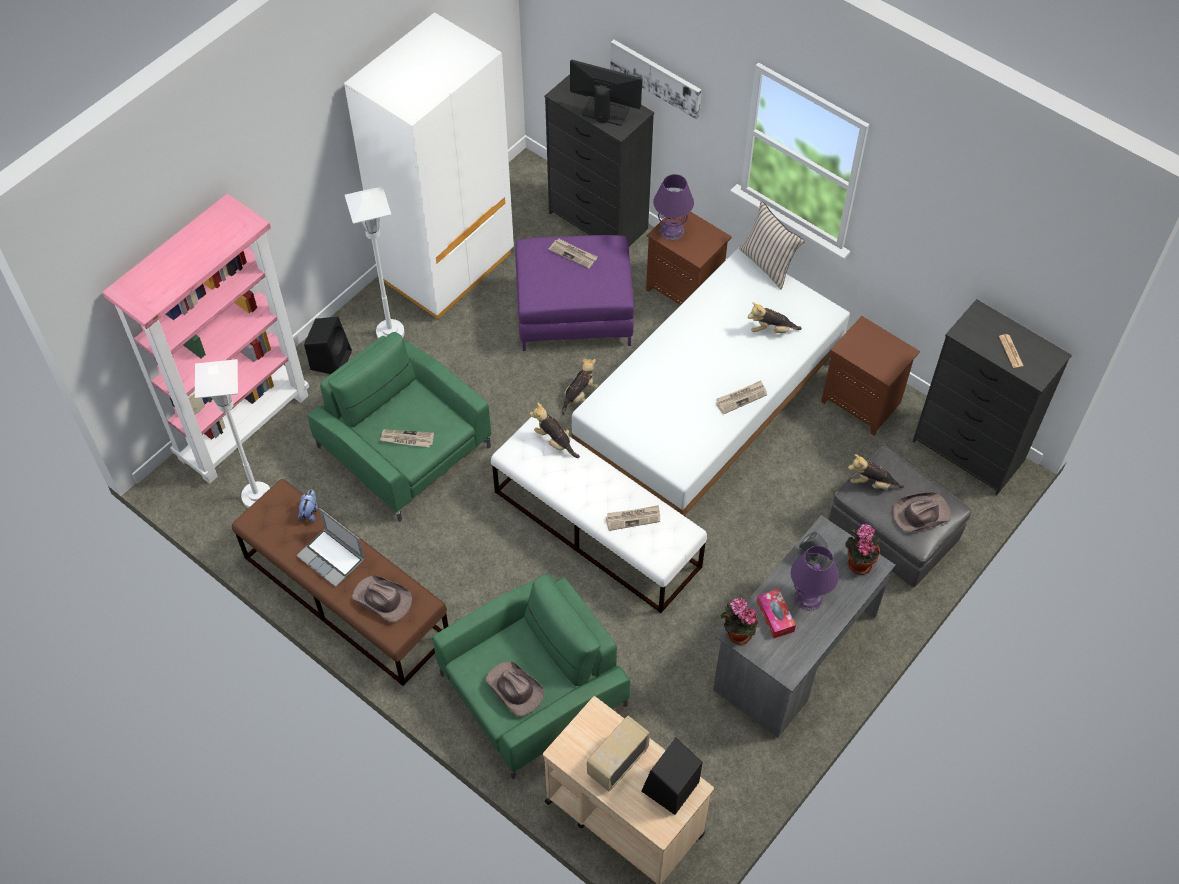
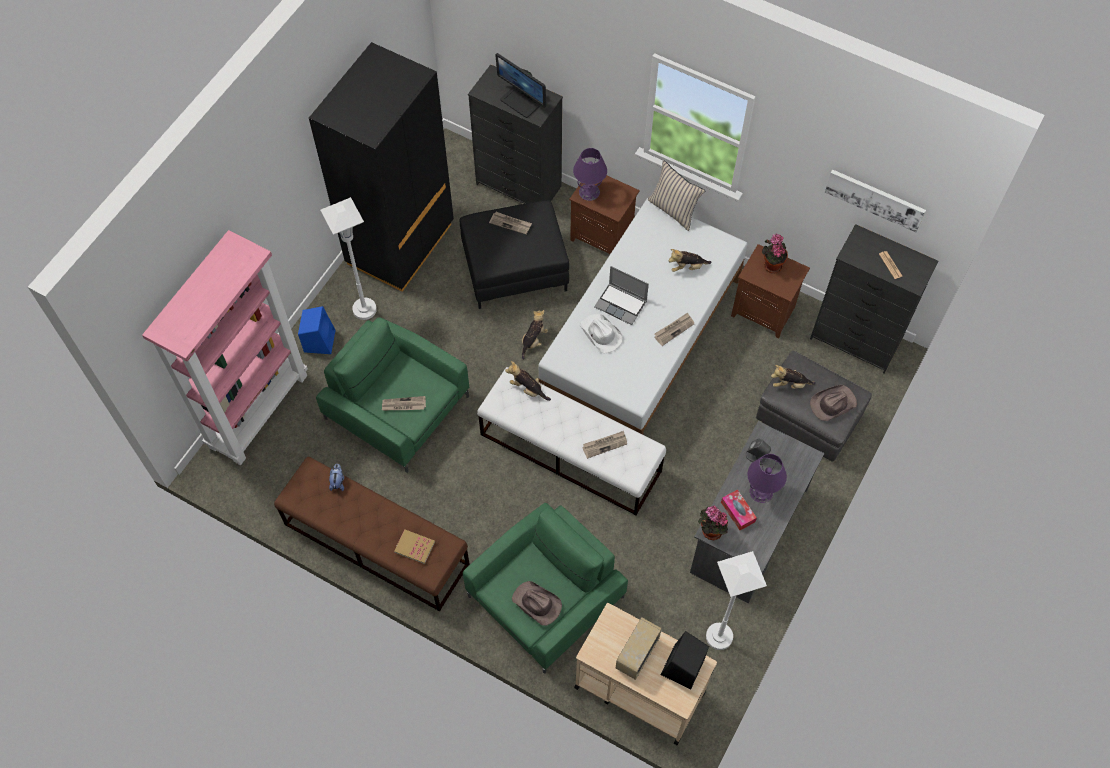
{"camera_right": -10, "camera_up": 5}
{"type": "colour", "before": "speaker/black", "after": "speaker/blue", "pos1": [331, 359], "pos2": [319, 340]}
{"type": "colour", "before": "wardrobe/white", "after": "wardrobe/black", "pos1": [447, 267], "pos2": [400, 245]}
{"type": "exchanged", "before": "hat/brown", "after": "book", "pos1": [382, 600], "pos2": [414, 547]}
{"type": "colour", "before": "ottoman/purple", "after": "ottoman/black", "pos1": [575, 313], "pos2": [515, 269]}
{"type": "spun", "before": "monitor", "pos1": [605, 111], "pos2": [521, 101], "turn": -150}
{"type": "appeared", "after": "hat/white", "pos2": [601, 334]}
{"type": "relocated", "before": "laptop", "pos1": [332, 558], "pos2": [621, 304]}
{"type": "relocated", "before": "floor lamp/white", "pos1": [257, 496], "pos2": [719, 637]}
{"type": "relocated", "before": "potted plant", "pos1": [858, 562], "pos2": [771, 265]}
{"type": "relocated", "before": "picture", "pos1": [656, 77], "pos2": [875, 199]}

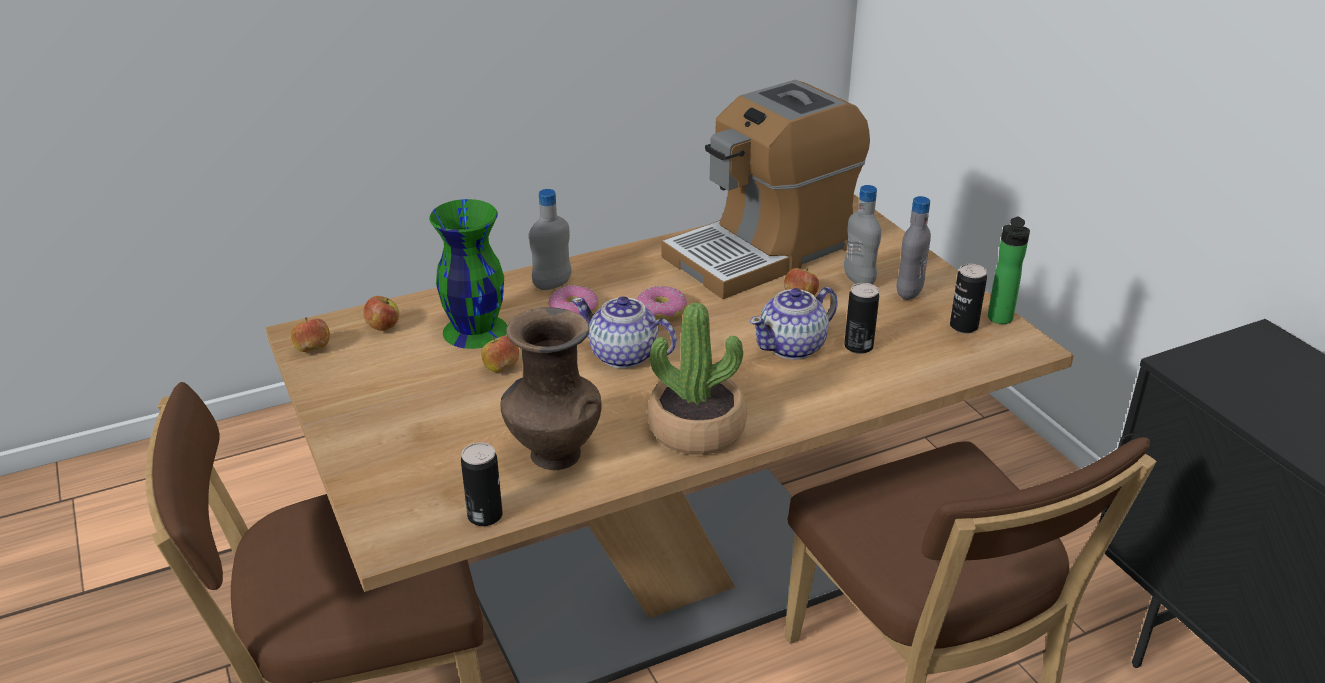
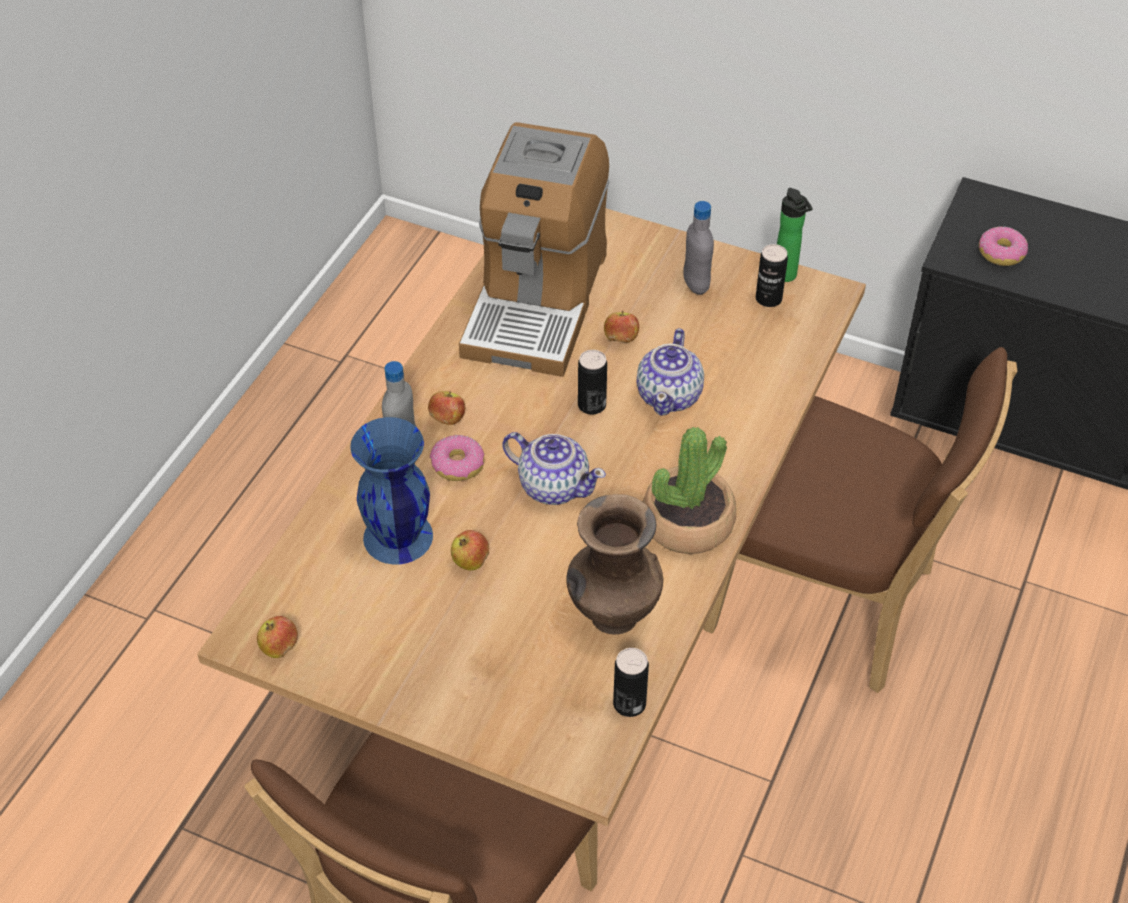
{"camera_right": -40, "camera_up": 15}
{"type": "colour", "before": "vase/green", "after": "vase/blue", "pos1": [474, 330], "pos2": [396, 537]}
{"type": "relocated", "before": "apple", "pos1": [383, 327], "pos2": [447, 419]}
{"type": "spun", "before": "teapot", "pos1": [624, 356], "pos2": [553, 486], "turn": -135}
{"type": "relocated", "before": "can", "pos1": [858, 346], "pos2": [591, 405]}
{"type": "relocated", "before": "donut", "pos1": [661, 312], "pos2": [1001, 253]}
{"type": "missing", "before": "bottle/grey", "pos1": [859, 280]}

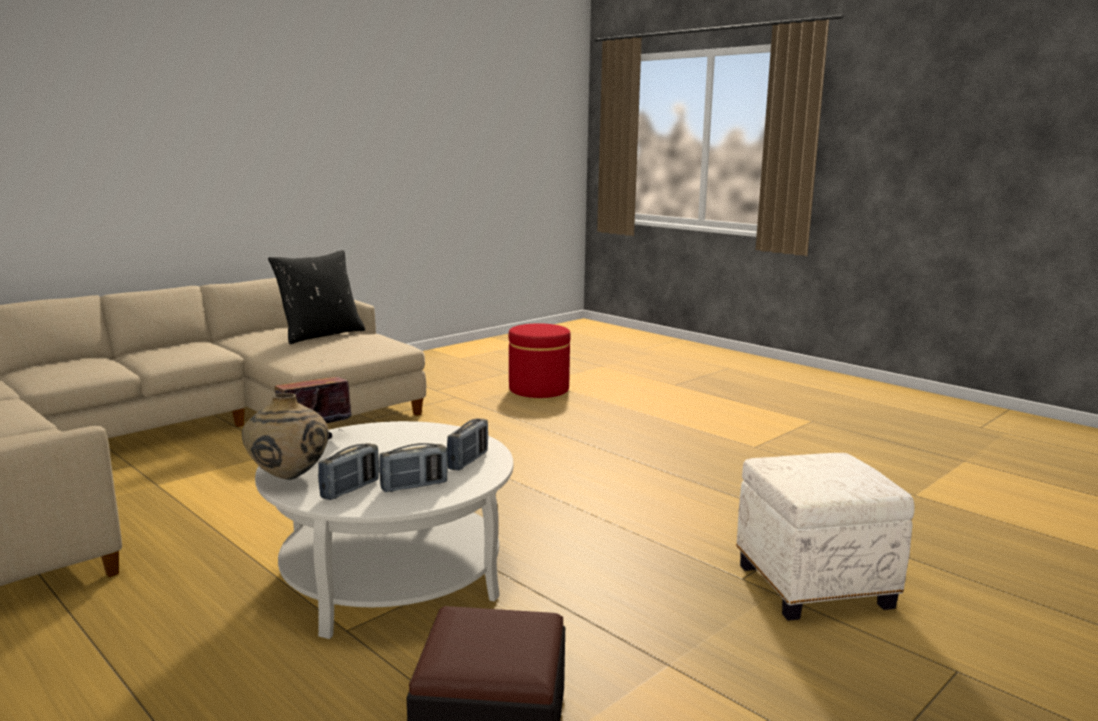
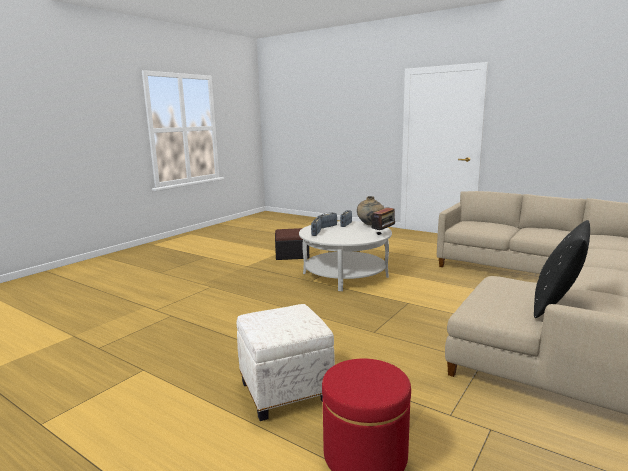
{"camera_right": 170, "camera_up": 0}
{"type": "relocated", "before": "ottoman/white", "pos1": [812, 587], "pos2": [286, 391]}

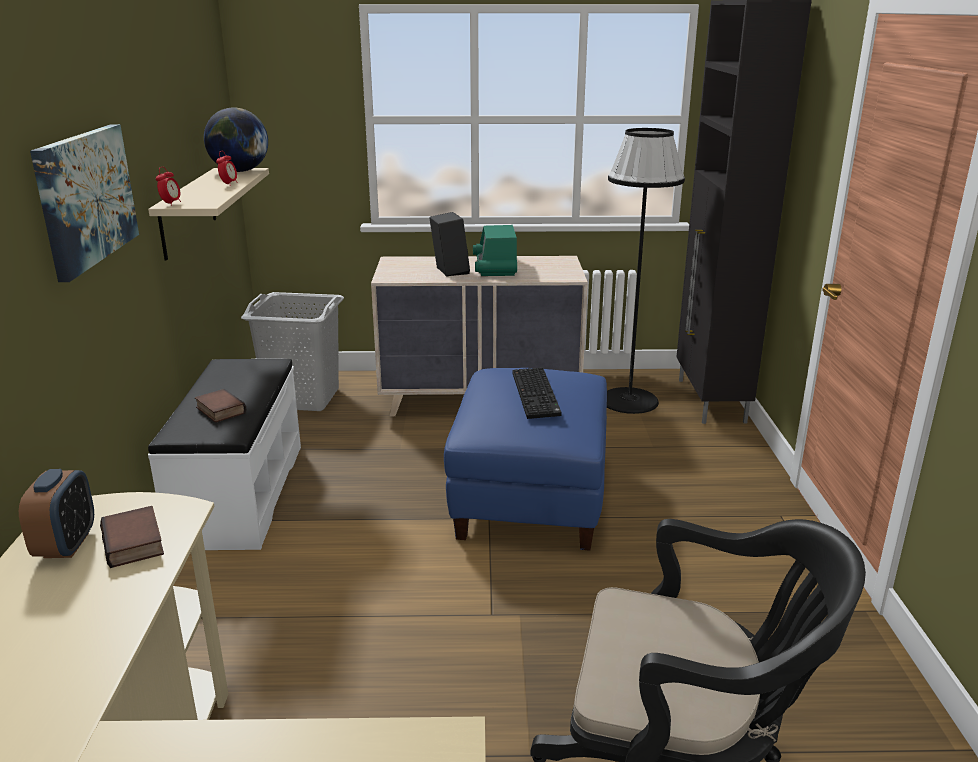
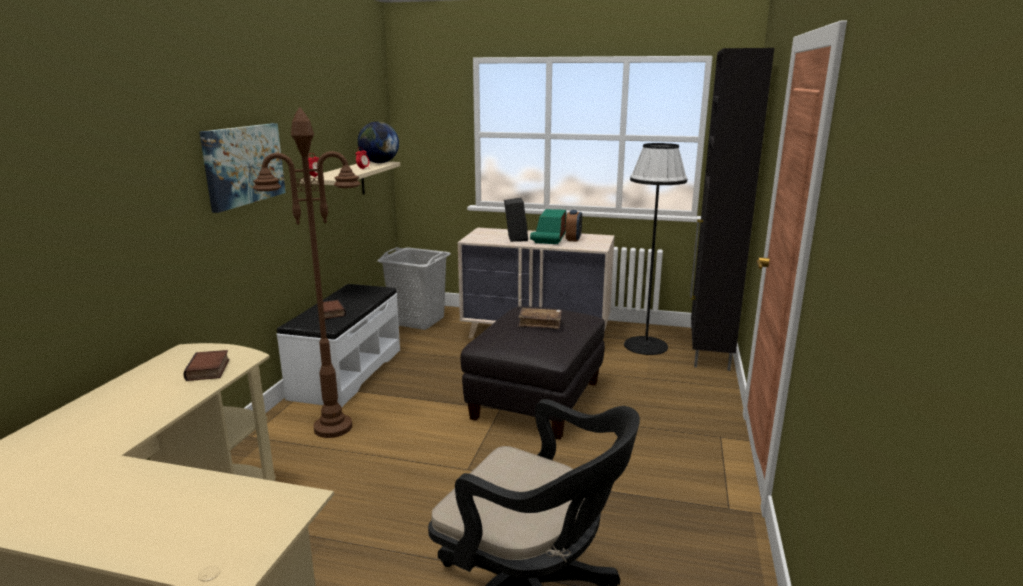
{"camera_right": 15, "camera_up": -5}
{"type": "appeared", "after": "floor lamp/brown", "pos2": [332, 428]}
{"type": "colour", "before": "ottoman/blue", "after": "ottoman/black", "pos1": [530, 497], "pos2": [536, 400]}
{"type": "exchanged", "before": "keyboard", "after": "book/brown", "pos1": [537, 394], "pos2": [540, 323]}
{"type": "relocated", "before": "alarm clock", "pos1": [66, 545], "pos2": [573, 239]}

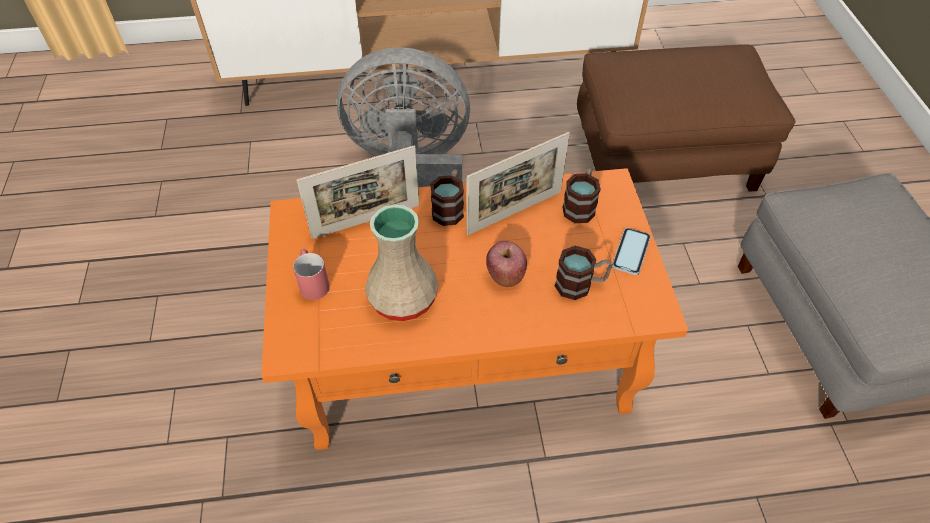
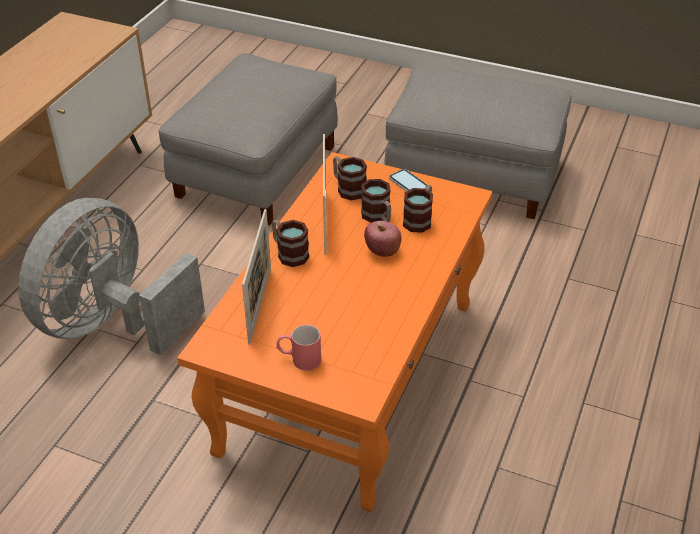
{"camera_right": -60, "camera_up": -10}
{"type": "colour", "before": "ottoman/brown", "after": "ottoman/grey", "pos1": [665, 155], "pos2": [255, 170]}
{"type": "appeared", "after": "mug", "pos2": [378, 217]}
{"type": "missing", "before": "vase/beige", "pos1": [401, 299]}

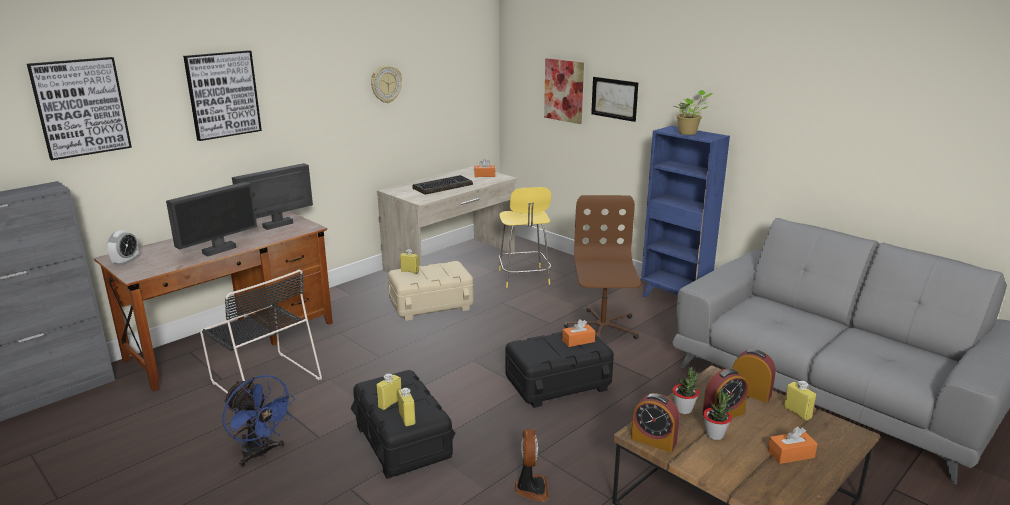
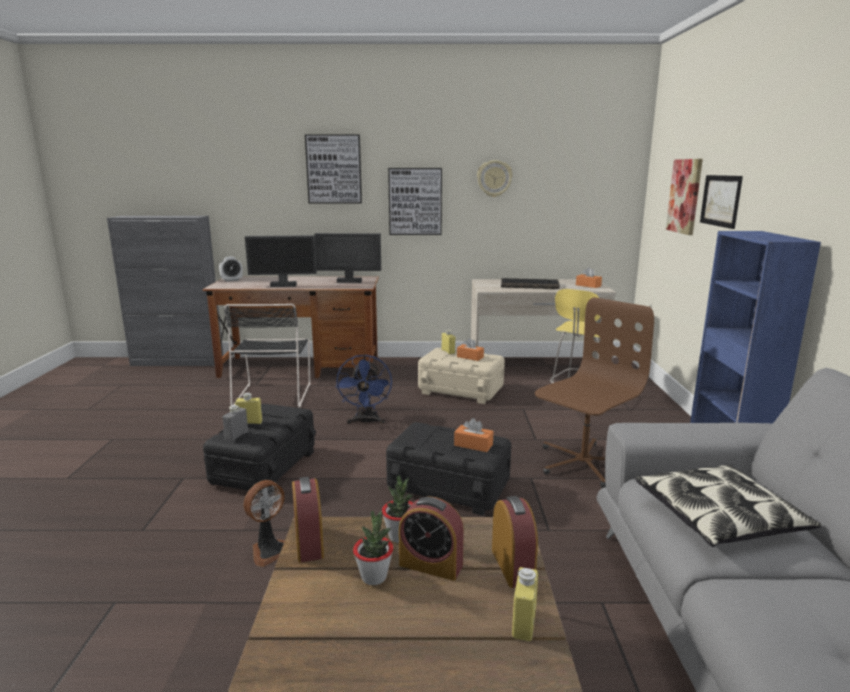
{"camera_right": 45, "camera_up": -5}
{"type": "colour", "before": "bottle/yellow", "after": "bottle/grey", "pos1": [407, 418], "pos2": [236, 436]}
{"type": "relocated", "before": "fan/blue", "pos1": [260, 454], "pos2": [366, 422]}
{"type": "relocated", "before": "picture", "pos1": [81, 107], "pos2": [415, 201]}
{"type": "relocated", "before": "tissue box/orange", "pos1": [790, 454], "pos2": [470, 357]}
{"type": "appeared", "after": "pillow", "pos2": [718, 517]}
{"type": "missing", "before": "potted plant", "pos1": [689, 133]}

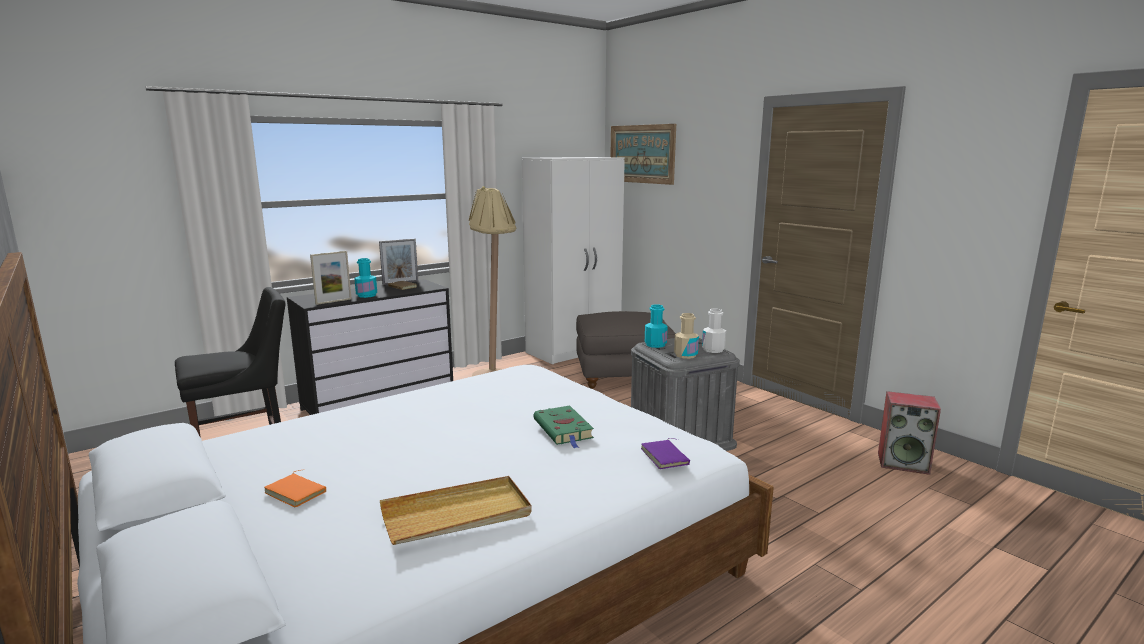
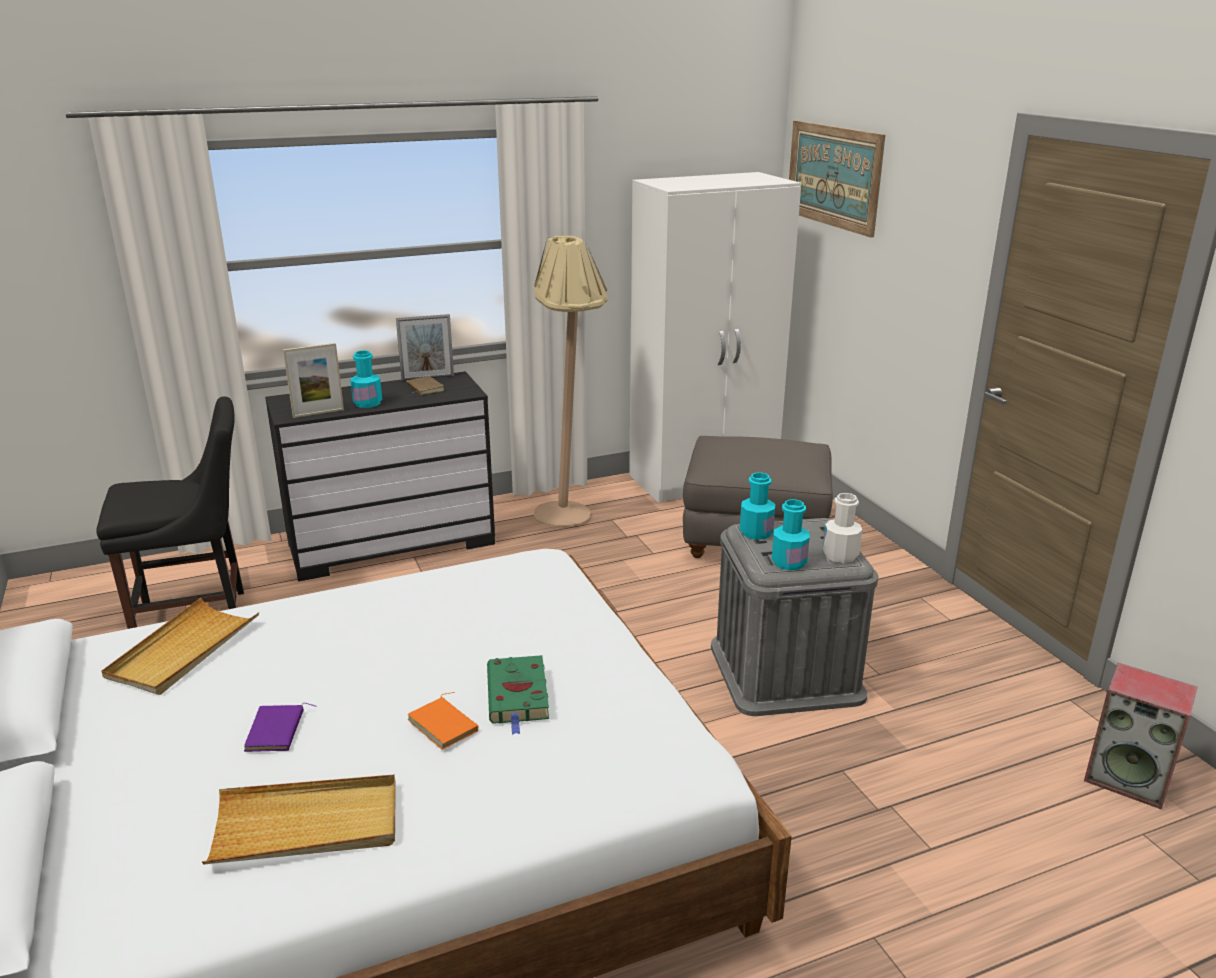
{"camera_right": 15, "camera_up": 10}
{"type": "appeared", "after": "tray/beige", "pos2": [183, 650]}
{"type": "relocated", "before": "book/purple", "pos1": [666, 457], "pos2": [277, 731]}
{"type": "relocated", "before": "book/orange", "pos1": [297, 492], "pos2": [445, 725]}
{"type": "colour", "before": "bottle/beige", "after": "bottle/turquoise", "pos1": [685, 355], "pos2": [789, 562]}

